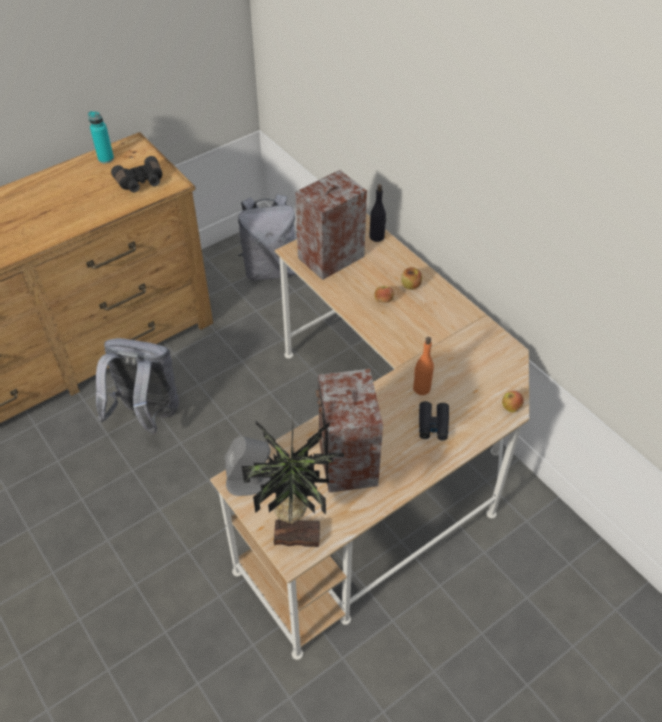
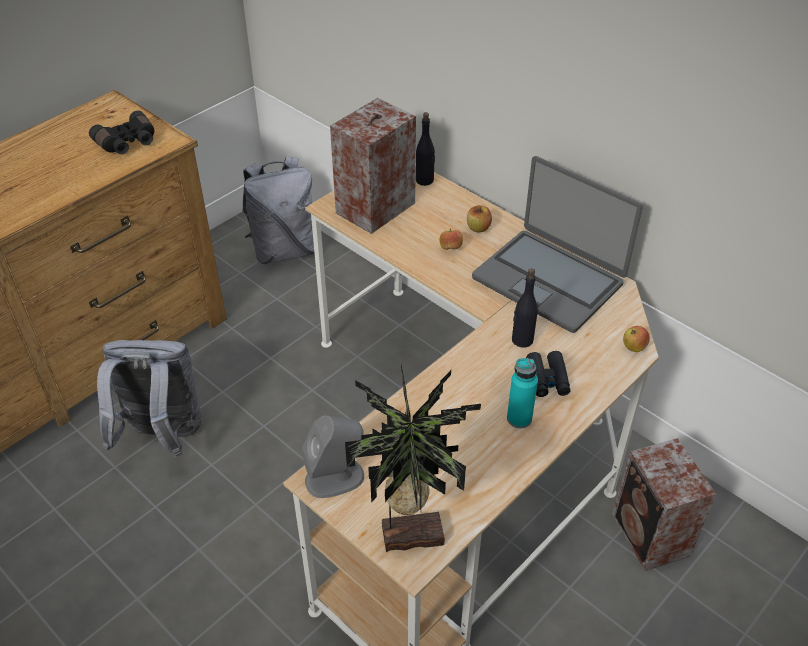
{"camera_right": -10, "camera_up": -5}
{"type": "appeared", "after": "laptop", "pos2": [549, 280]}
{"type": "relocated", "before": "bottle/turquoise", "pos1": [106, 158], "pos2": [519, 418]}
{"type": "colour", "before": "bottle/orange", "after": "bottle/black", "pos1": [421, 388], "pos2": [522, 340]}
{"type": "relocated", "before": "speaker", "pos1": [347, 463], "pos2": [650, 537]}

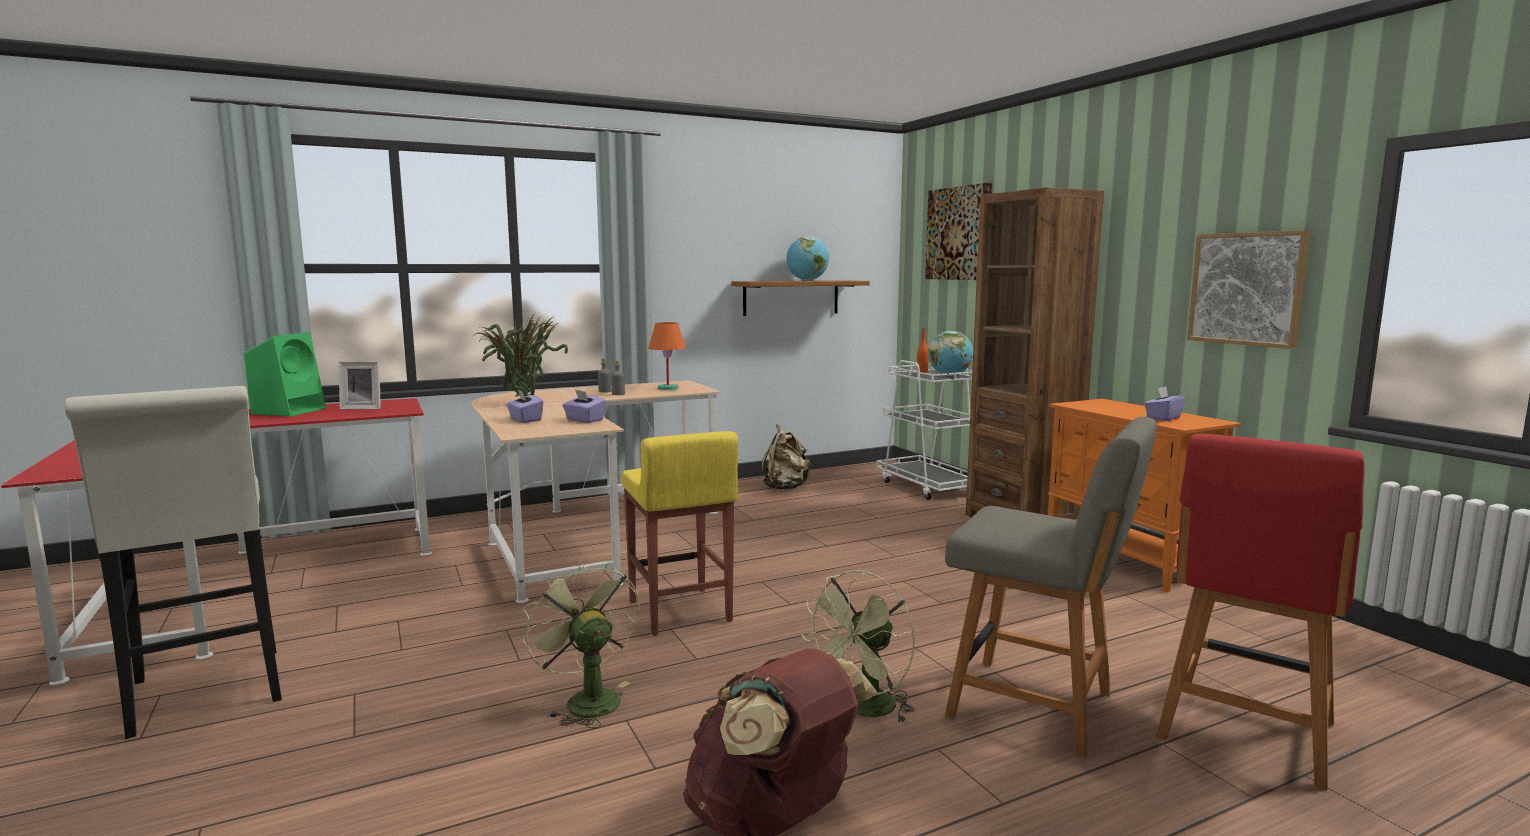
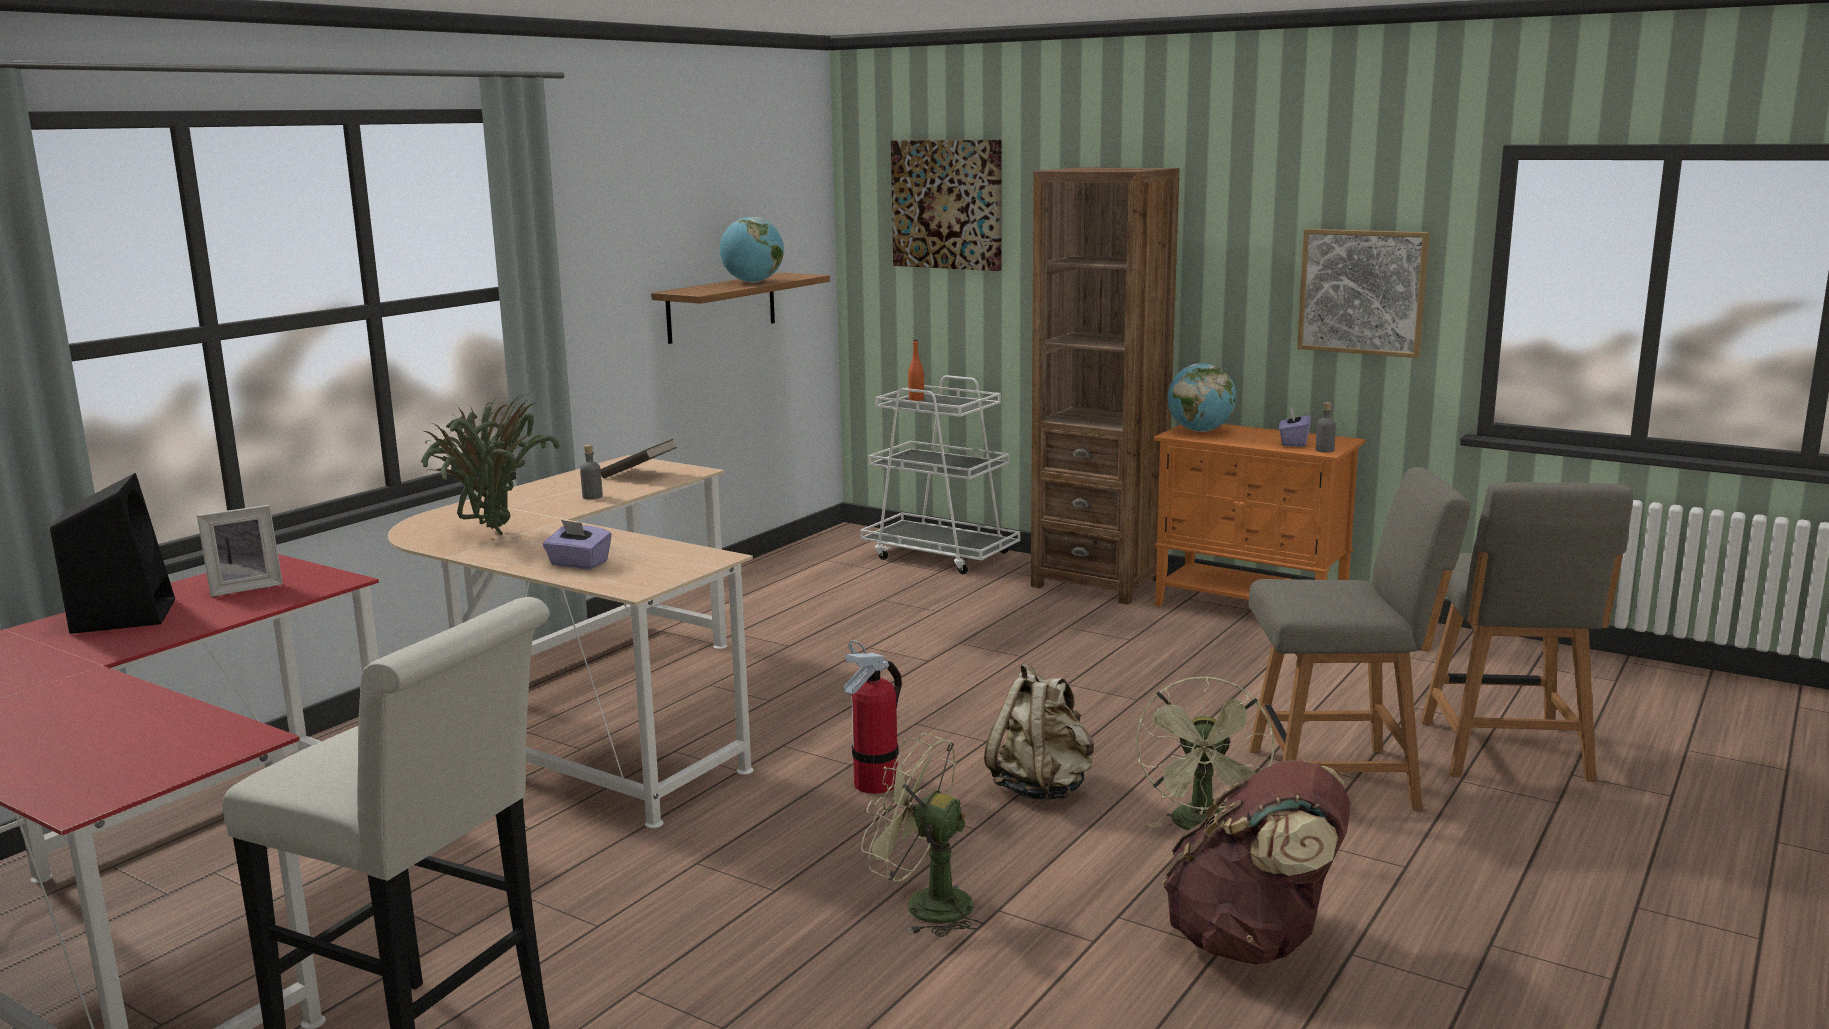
{"camera_right": -30, "camera_up": 5}
{"type": "colour", "before": "speaker/green", "after": "speaker/black", "pos1": [290, 411], "pos2": [123, 615]}
{"type": "exchanged", "before": "table lamp/orange", "after": "book/brown", "pos1": [668, 388], "pos2": [639, 475]}
{"type": "exchanged", "before": "stool/yellow", "after": "fire extinguisher", "pos1": [679, 611], "pos2": [876, 783]}
{"type": "relocated", "before": "backpack/beige", "pos1": [785, 488], "pos2": [1042, 788]}
{"type": "relocated", "before": "globe", "pos1": [949, 375], "pos2": [1200, 431]}
{"type": "relocated", "before": "bottle/grey", "pos1": [605, 391], "pos2": [1324, 450]}
{"type": "colour", "before": "chair/red", "after": "chair/grey", "pos1": [1245, 733], "pos2": [1506, 753]}
{"type": "missing", "before": "tissue box/purple", "pos1": [584, 420]}

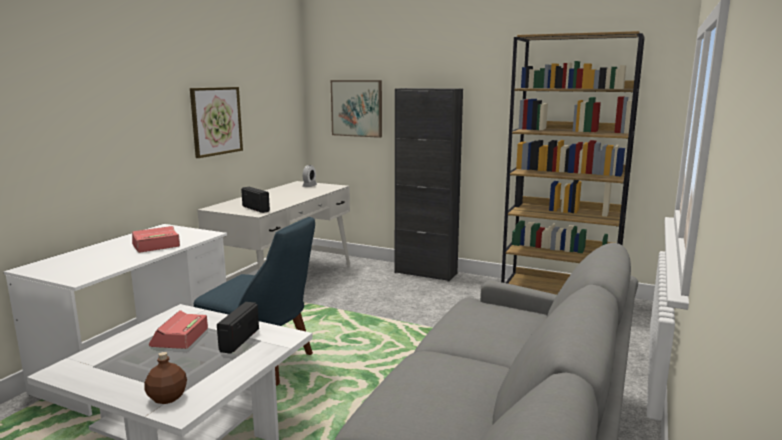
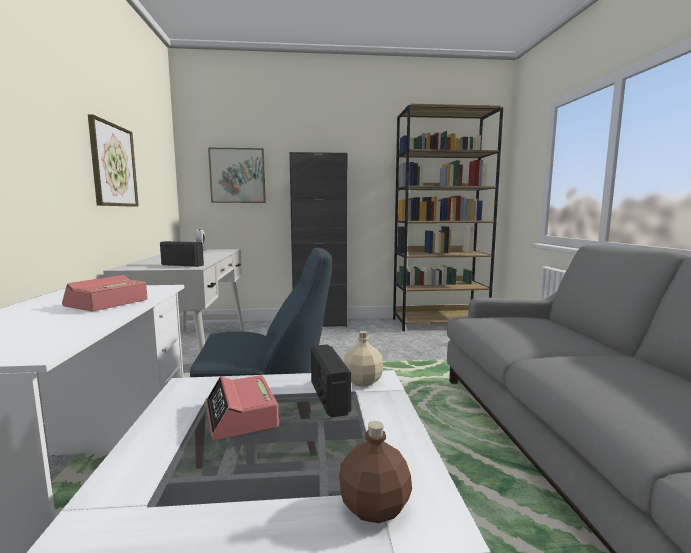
{"camera_right": -30, "camera_up": -5}
{"type": "appeared", "after": "bottle/beige", "pos2": [362, 381]}

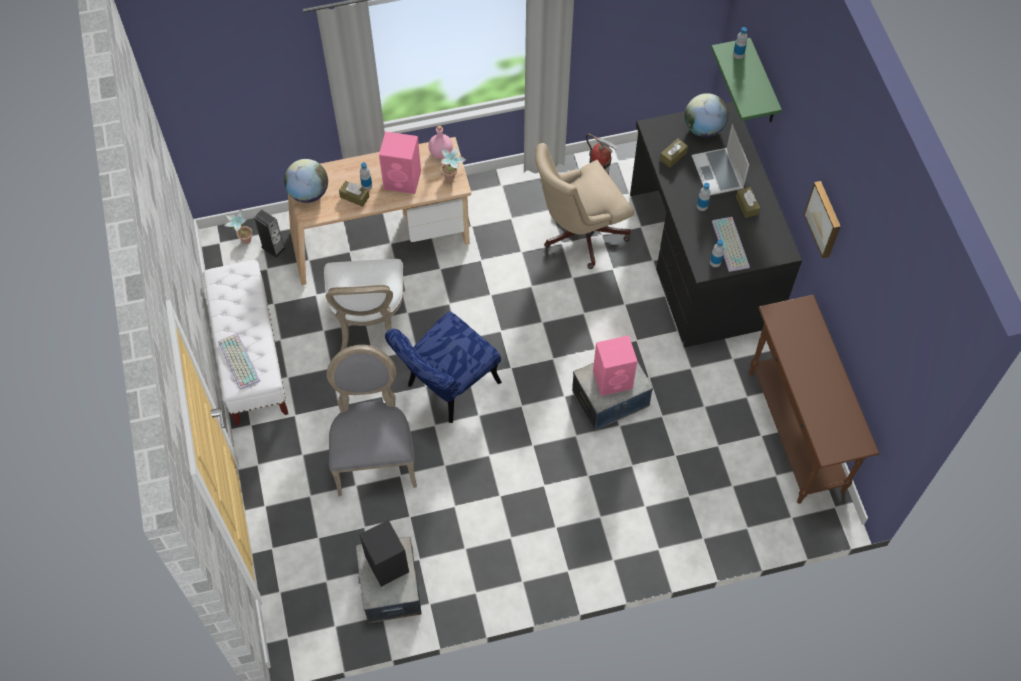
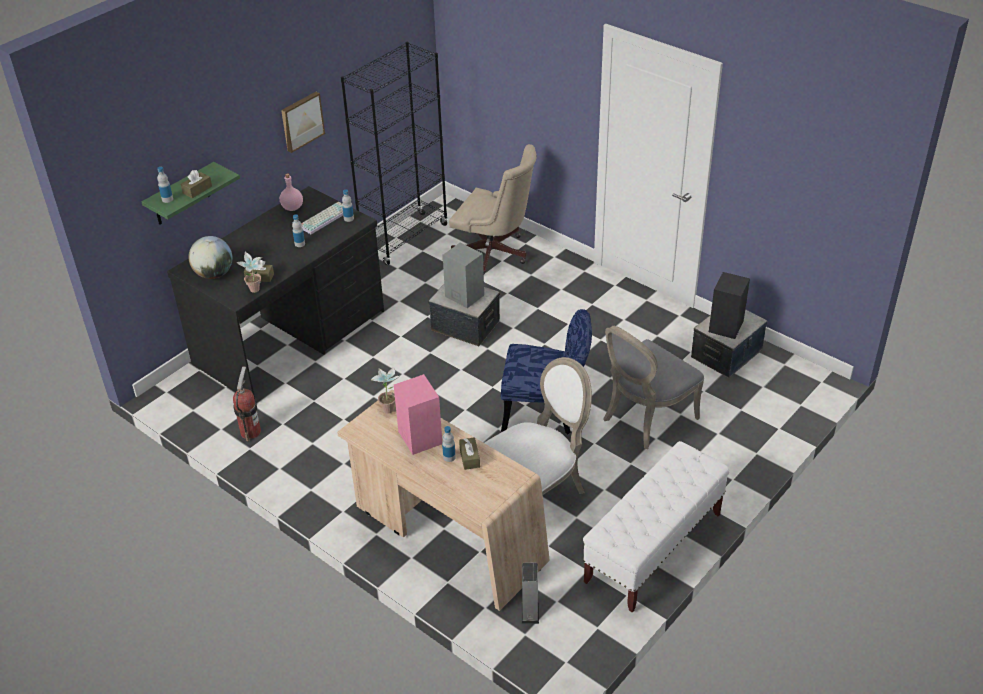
{"camera_right": -125, "camera_up": -20}
{"type": "relocated", "before": "tissue box/brown", "pos1": [747, 205], "pos2": [197, 190]}
{"type": "relocated", "before": "potted plant", "pos1": [243, 239], "pos2": [255, 291]}
{"type": "relocated", "before": "bottle/pink", "pos1": [441, 153], "pos2": [292, 207]}
{"type": "exchanged", "before": "console table/brown", "after": "bookcase/black", "pos1": [795, 432], "pos2": [404, 238]}
{"type": "colour", "before": "speaker/pink", "after": "speaker/grey", "pos1": [613, 379], "pos2": [464, 295]}
{"type": "relocated", "before": "office chair/beige", "pos1": [579, 234], "pos2": [495, 254]}
{"type": "missing", "before": "keyboard", "pos1": [237, 361]}
{"type": "missing", "before": "globe", "pos1": [308, 193]}
{"type": "missing", "before": "laptop", "pos1": [718, 173]}

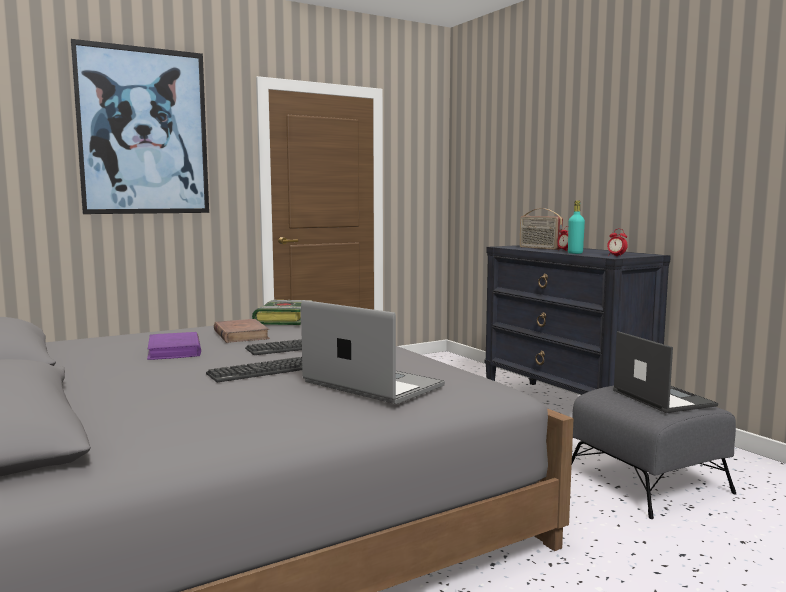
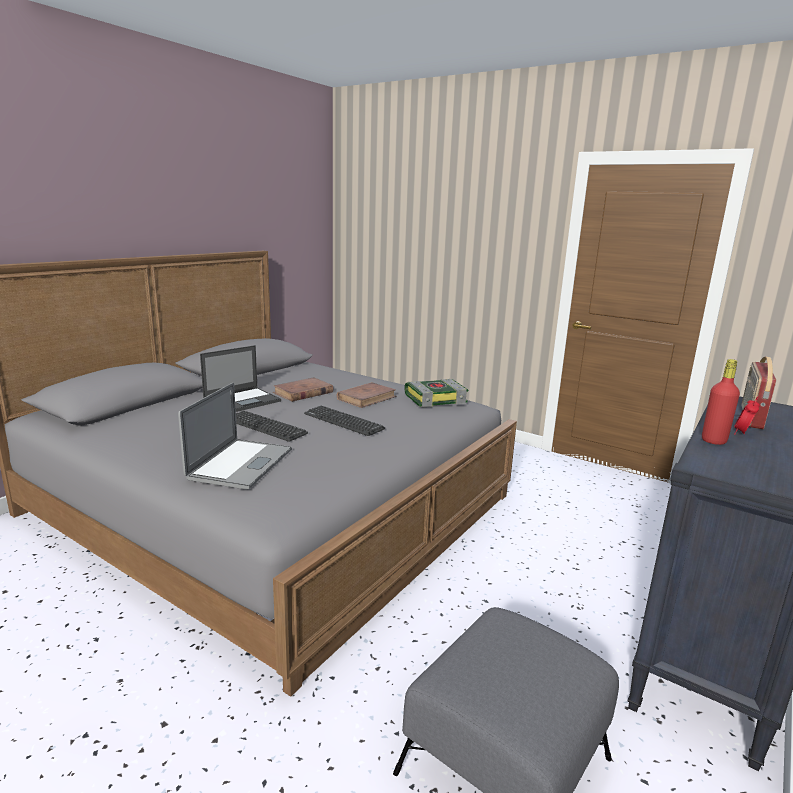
{"camera_right": 65, "camera_up": 10}
{"type": "relocated", "before": "laptop", "pos1": [662, 398], "pos2": [243, 400]}
{"type": "colour", "before": "book/purple", "after": "book/brown", "pos1": [174, 350], "pos2": [303, 393]}
{"type": "colour", "before": "bottle/turquoise", "after": "bottle/red", "pos1": [575, 253], "pos2": [713, 440]}
{"type": "missing", "before": "picture", "pos1": [143, 131]}
{"type": "missing", "before": "alarm clock", "pos1": [616, 256]}

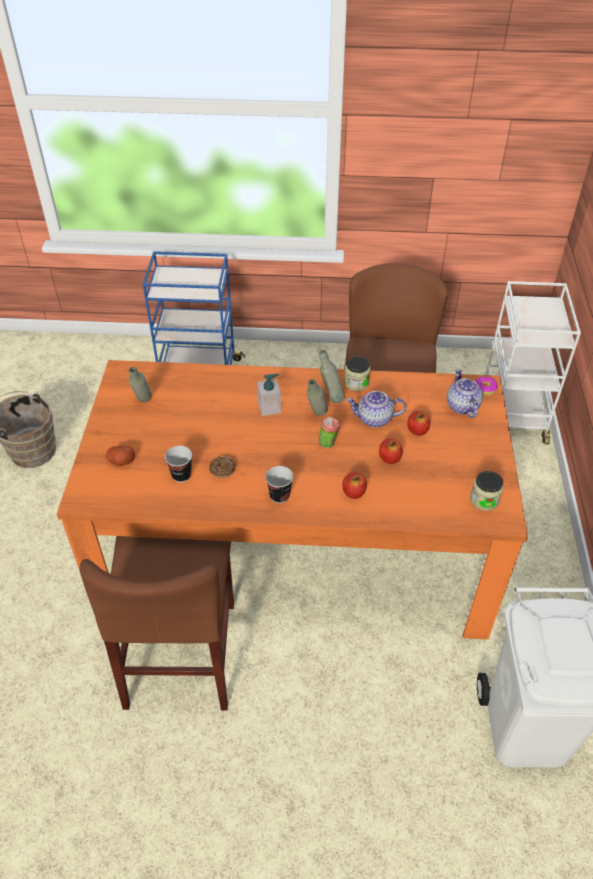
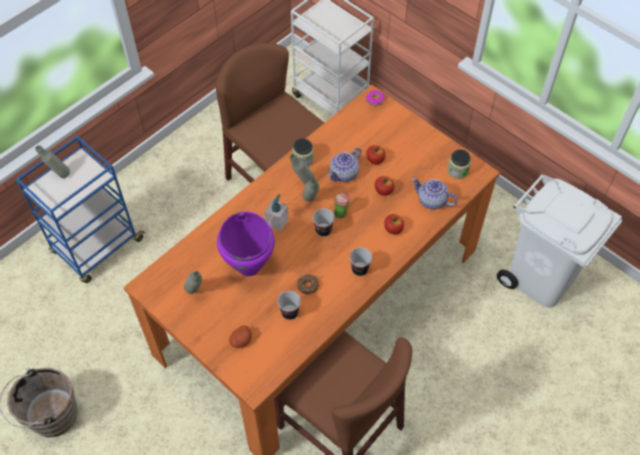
{"camera_right": -50, "camera_up": 10}
{"type": "appeared", "after": "bottle/grey", "pos2": [59, 175]}
{"type": "appeared", "after": "cooking pot/purple", "pos2": [249, 266]}
{"type": "appeared", "after": "cup", "pos2": [323, 230]}
{"type": "relocated", "before": "teapot", "pos1": [461, 406], "pos2": [431, 201]}

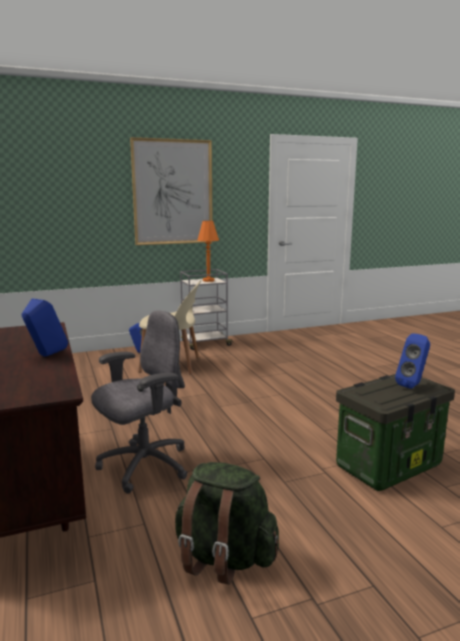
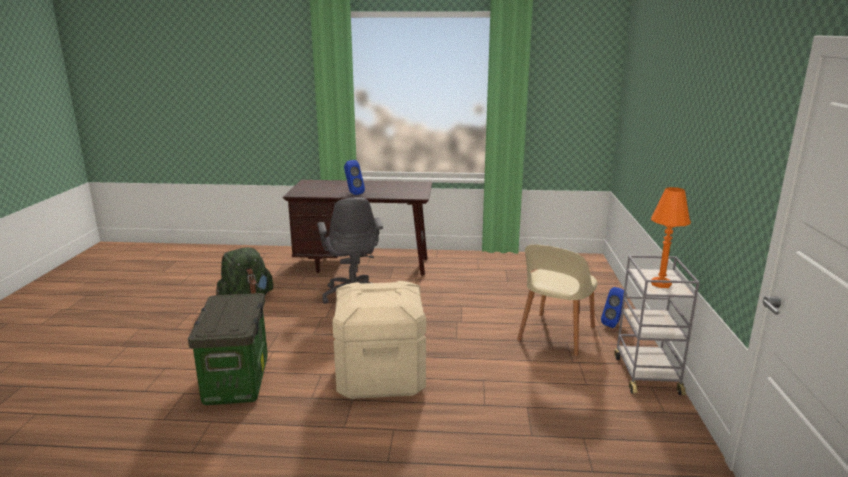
{"camera_right": 115, "camera_up": 5}
{"type": "appeared", "after": "storage box/beige", "pos2": [381, 376]}
{"type": "missing", "before": "picture", "pos1": [173, 192]}
{"type": "missing", "before": "speaker/blue", "pos1": [413, 385]}

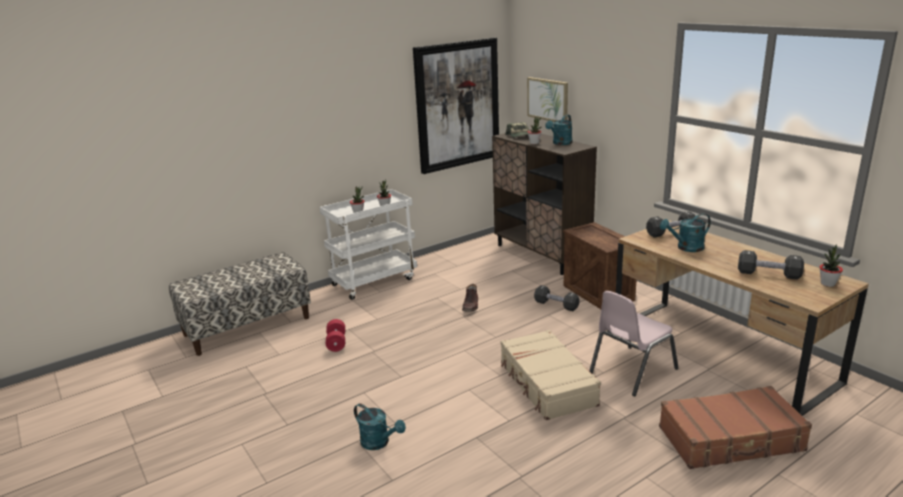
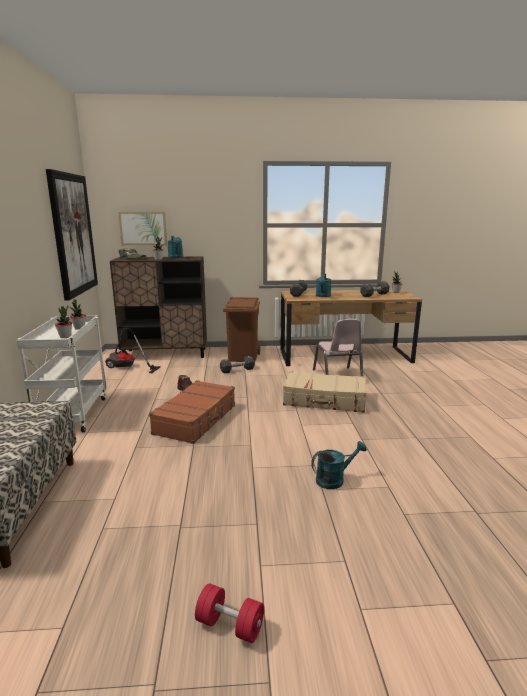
{"camera_right": -60, "camera_up": -5}
{"type": "appeared", "after": "vacuum cleaner", "pos2": [127, 367]}
{"type": "relocated", "before": "suitcase/brown", "pos1": [731, 439], "pos2": [196, 419]}
{"type": "relocated", "before": "dumbbell/red", "pos1": [336, 343], "pos2": [230, 625]}
{"type": "exchanged", "before": "crate", "after": "trash can/brown", "pos1": [599, 293], "pos2": [243, 357]}

